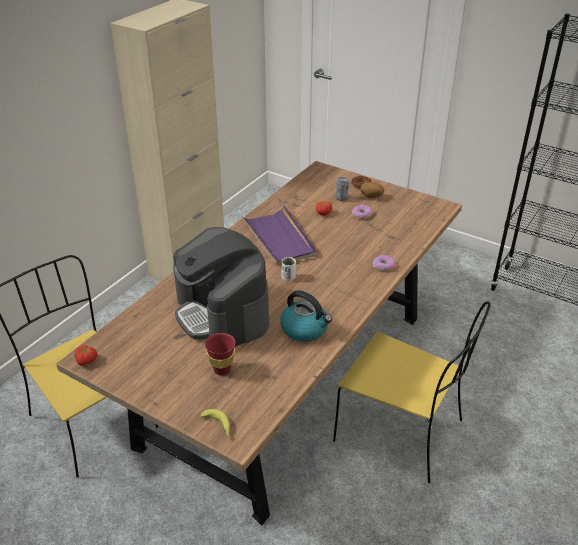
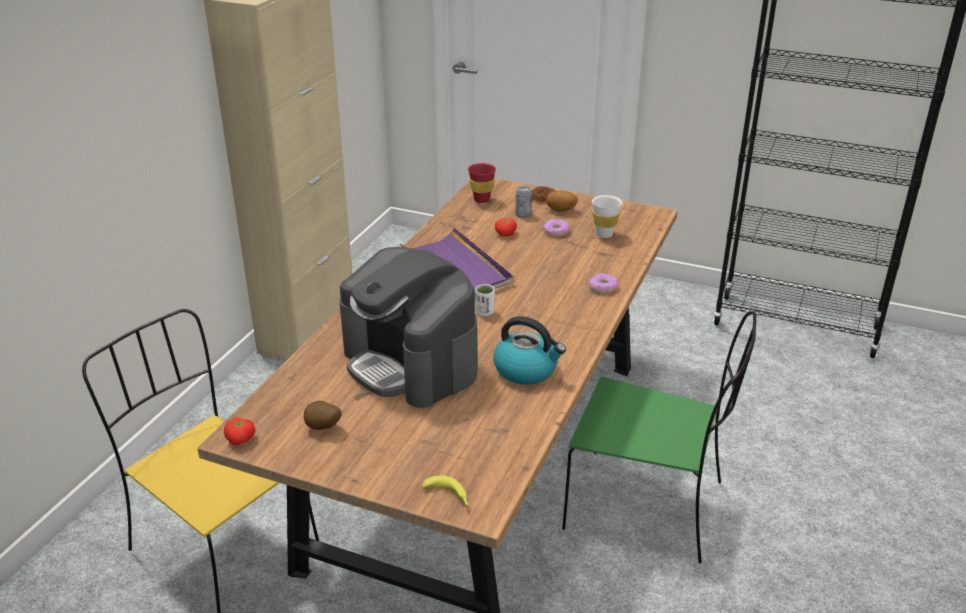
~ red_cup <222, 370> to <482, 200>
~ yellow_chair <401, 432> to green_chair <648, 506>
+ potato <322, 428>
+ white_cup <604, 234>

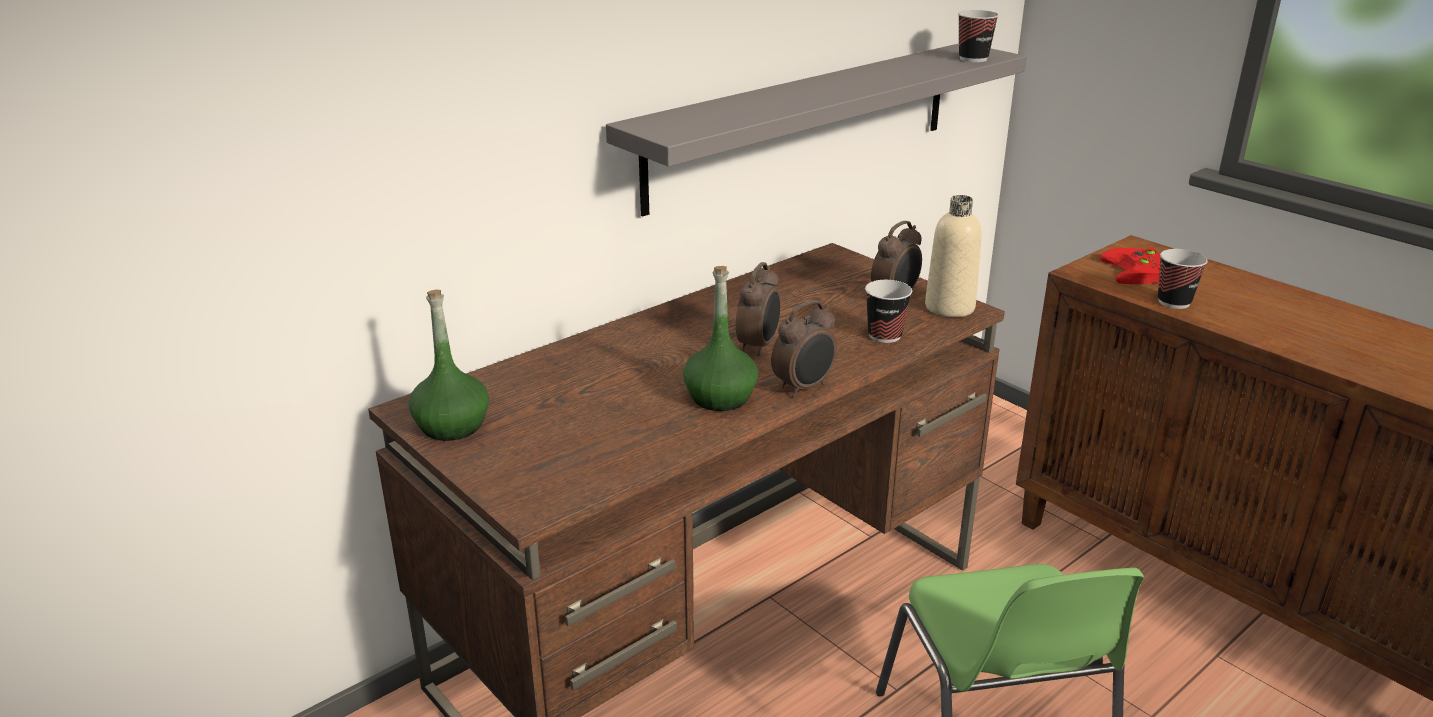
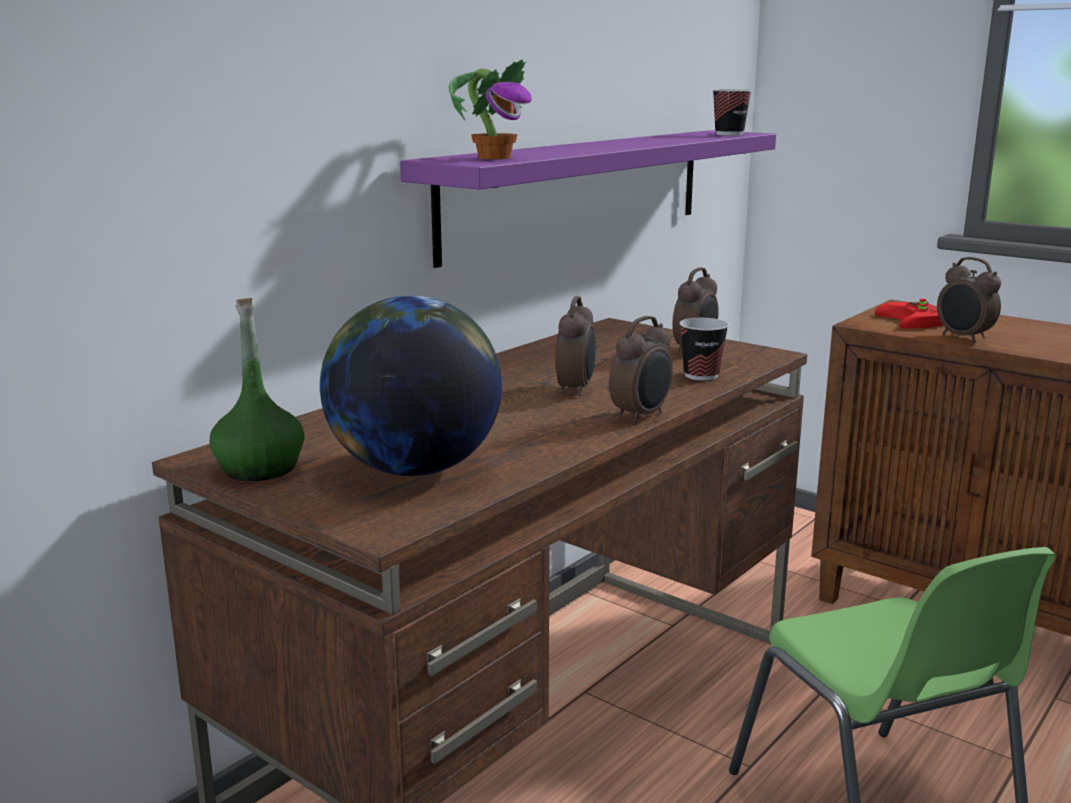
~ grey_shelf <805, 123> to purple_shelf <580, 190>
- green_bottle <720, 397>
- beige_bottle <949, 307>
~ cup <1174, 302> to alarm_clock <963, 338>
+ globe <414, 469>
+ potted_plant <494, 157>

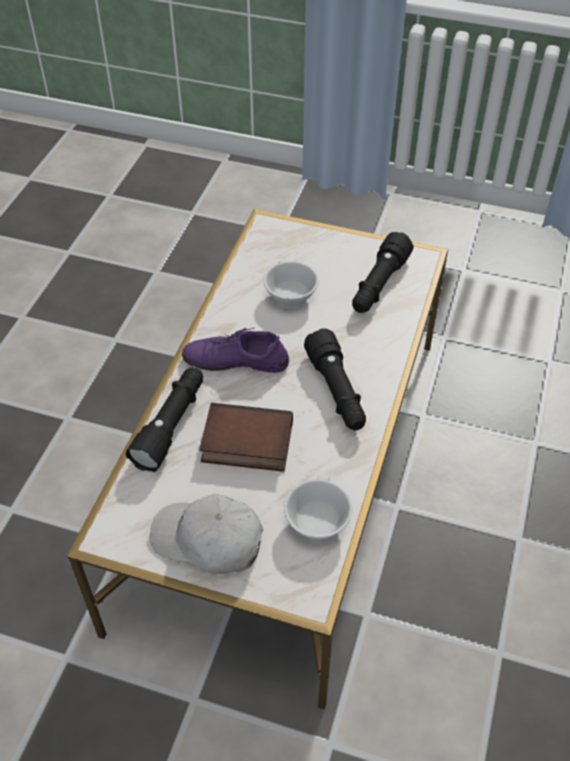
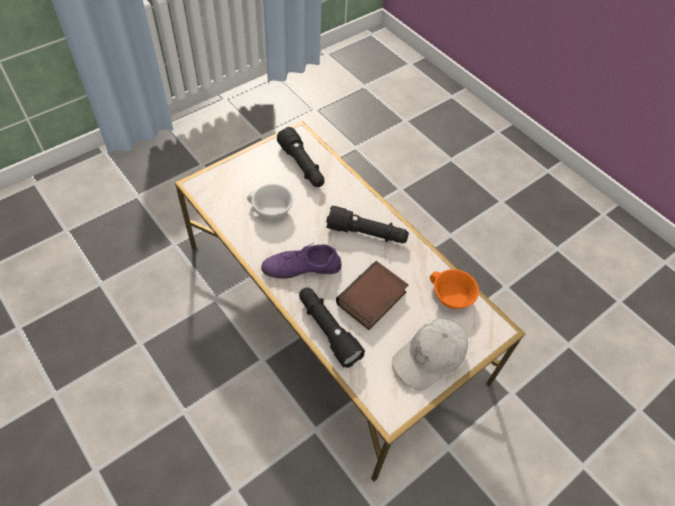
~ purple_shoe <236, 360> = <301, 267> 45 degrees clockwise
~ white_cup <315, 520> to orange_cup <450, 298>

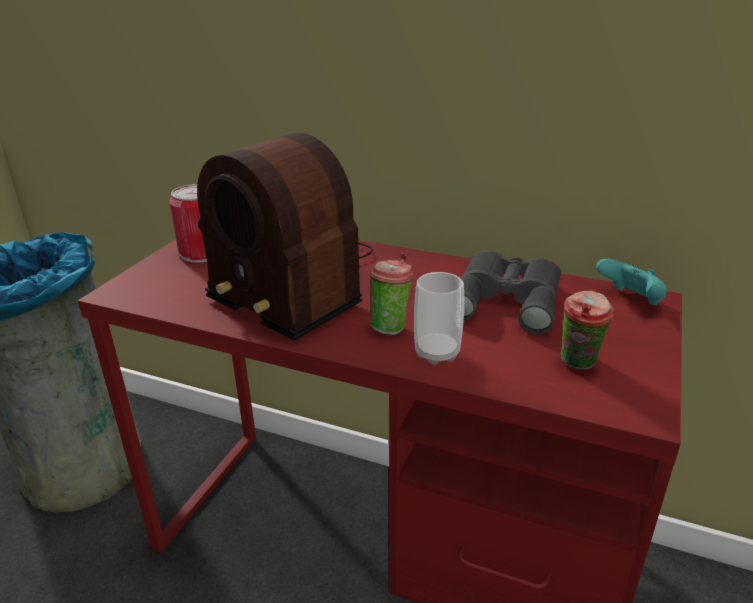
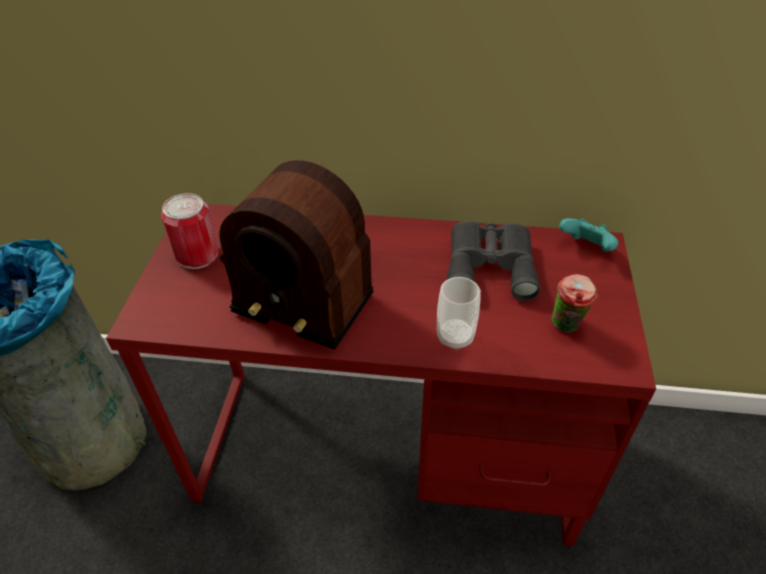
- cup <391, 326>

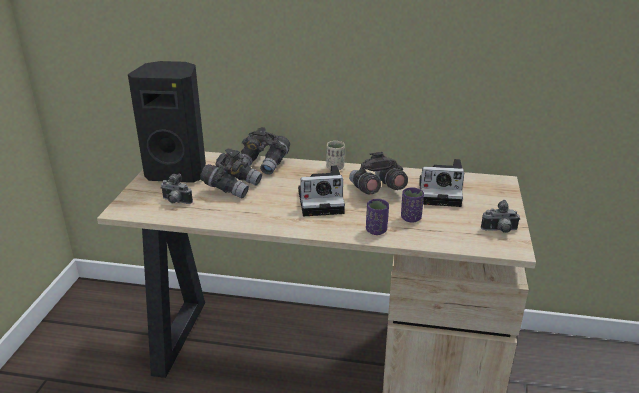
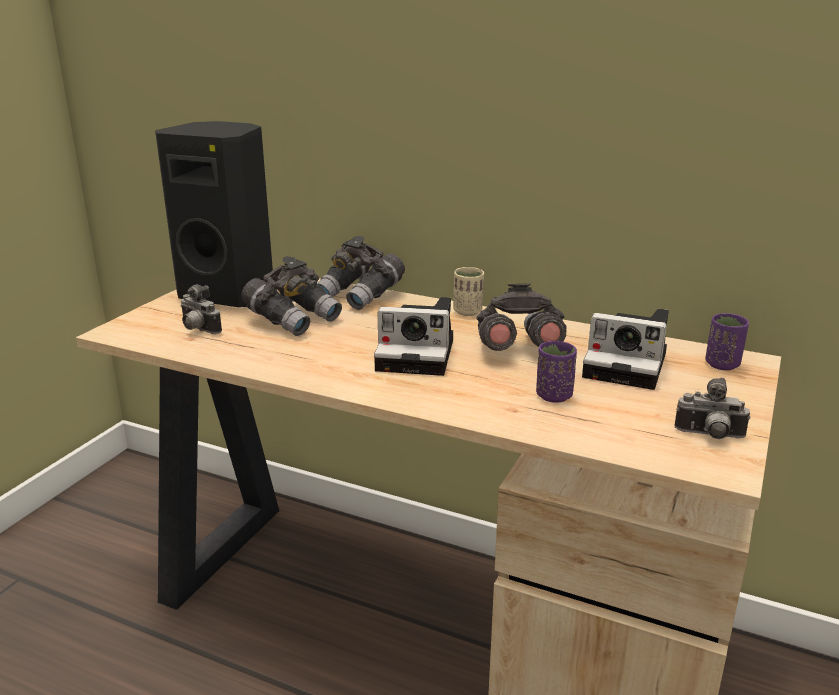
~ purple_cup <376, 230> to <722, 364>

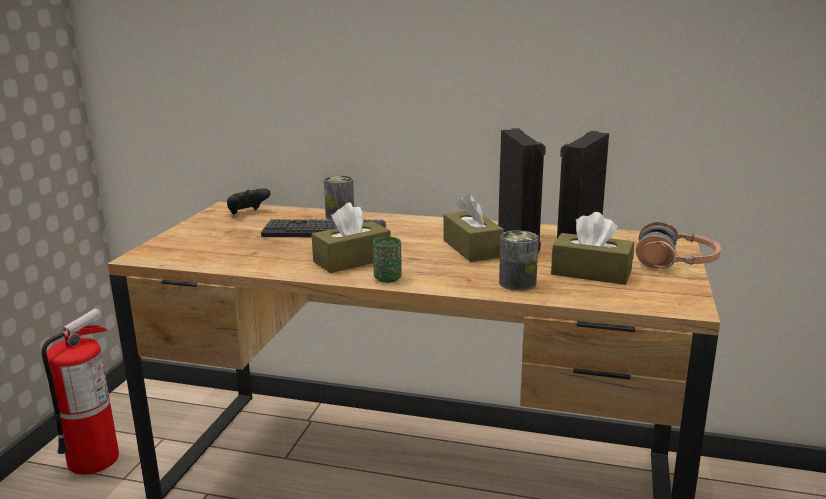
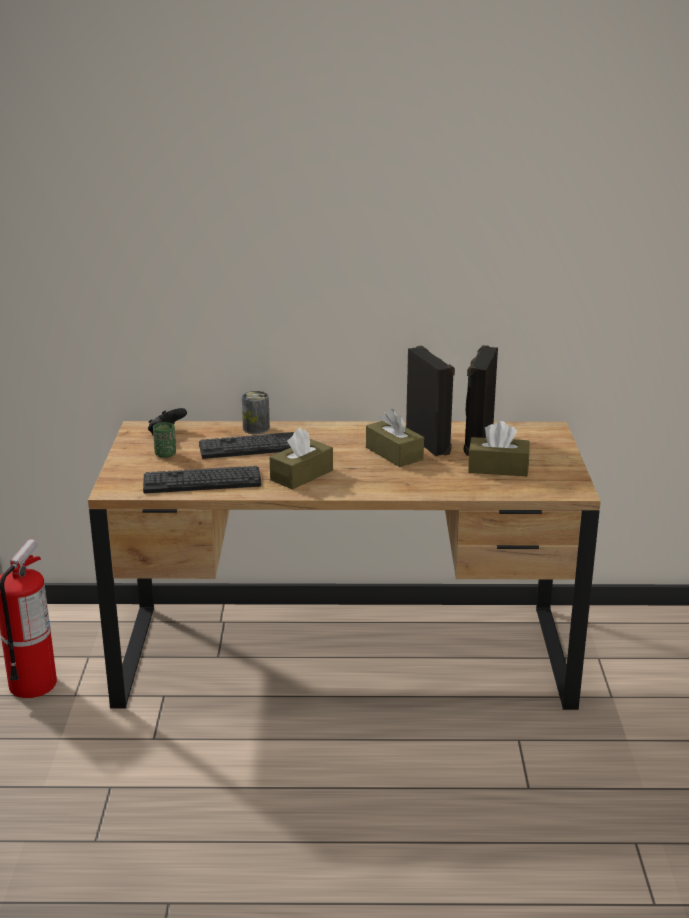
~ green_cup <387, 278> to <165, 454>
- can <517, 283>
- headphones <676, 263>
+ keyboard <202, 481>

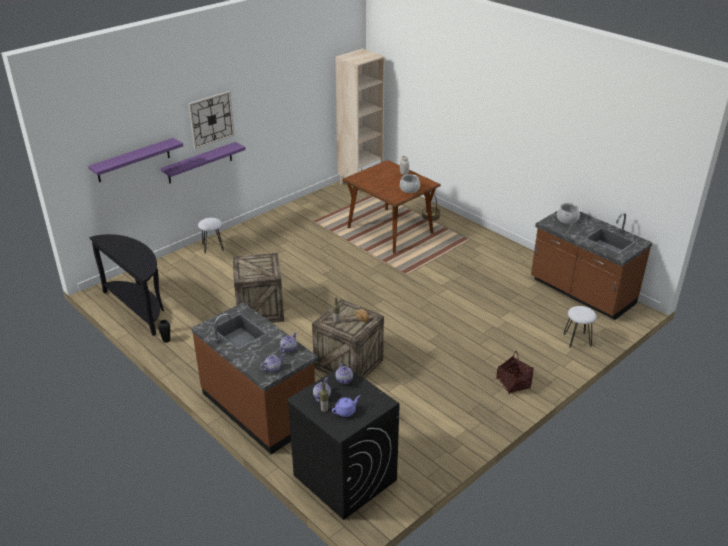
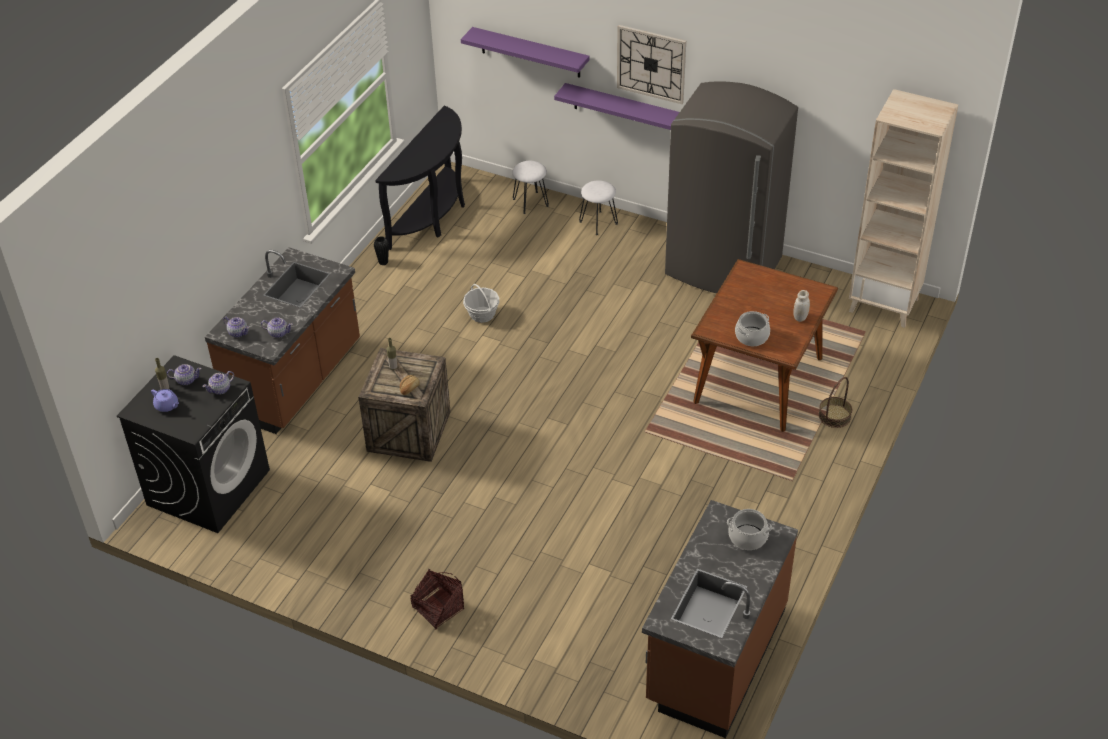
~ crate <259, 309> to basket <482, 314>
~ white_stool <577, 340> to <530, 202>
+ grey_fridge <723, 268>

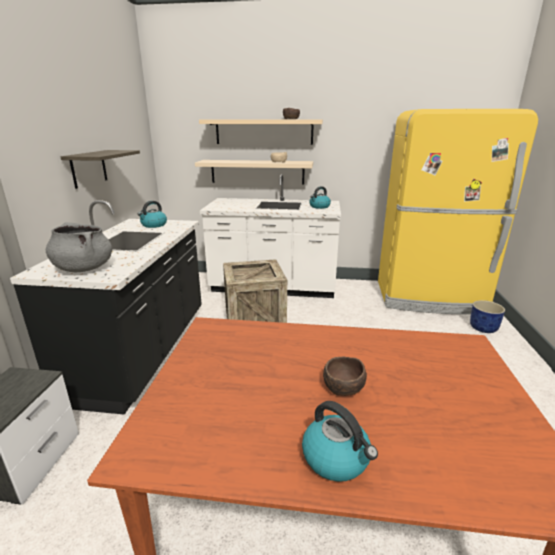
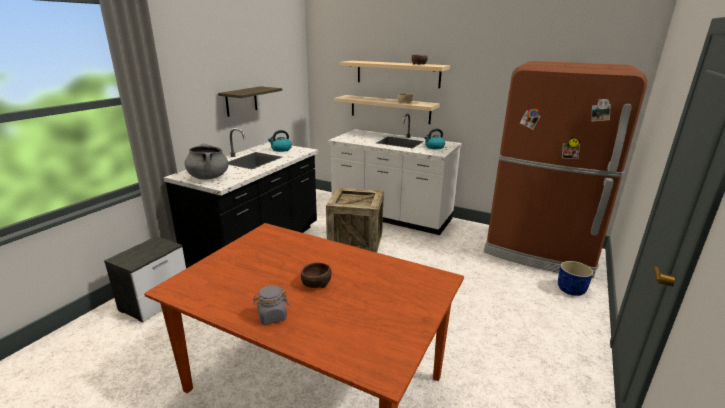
~ kettle <337, 458> to grey_jar <272, 316>
~ yellow_fridge <430, 297> to brown_fridge <539, 251>

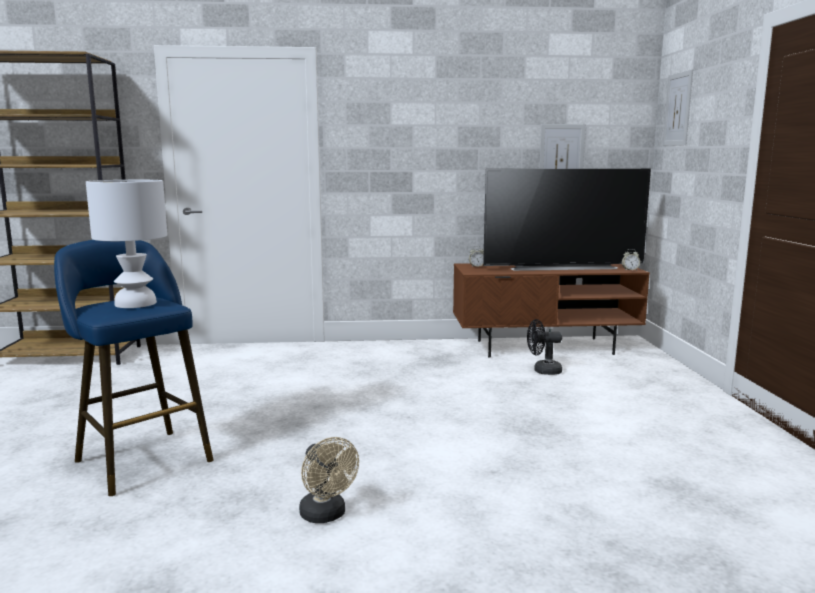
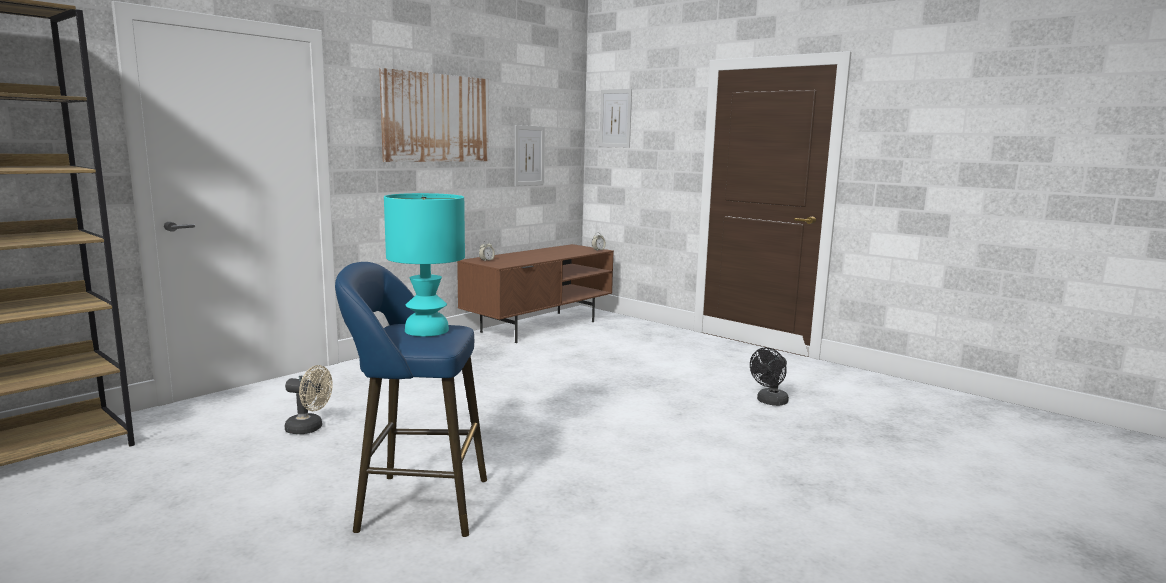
~ white_table_lamp <136, 303> to turquoise_table_lamp <428, 330>
~ beige_fan <326, 515> to <309, 428>
- television <561, 267>
~ black_fan <543, 371> to <769, 402>
+ picture <436, 118>

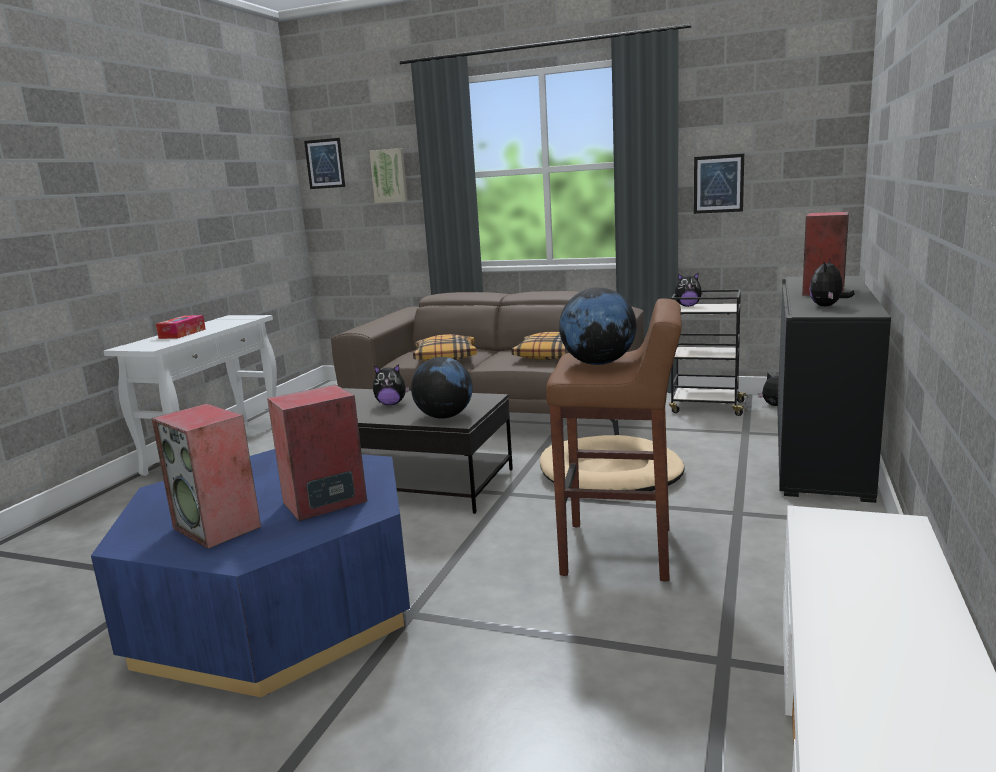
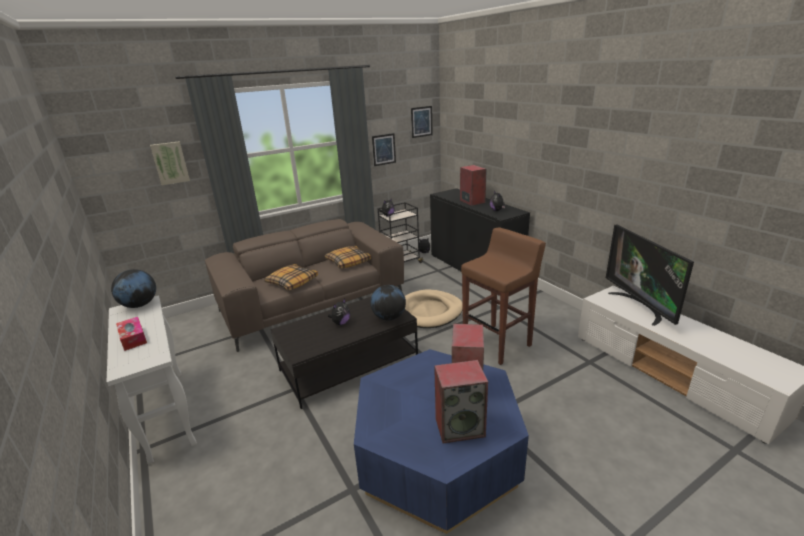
~ picture <325, 163> to <421, 121>
~ globe <598, 363> to <140, 305>
+ television <640, 306>

